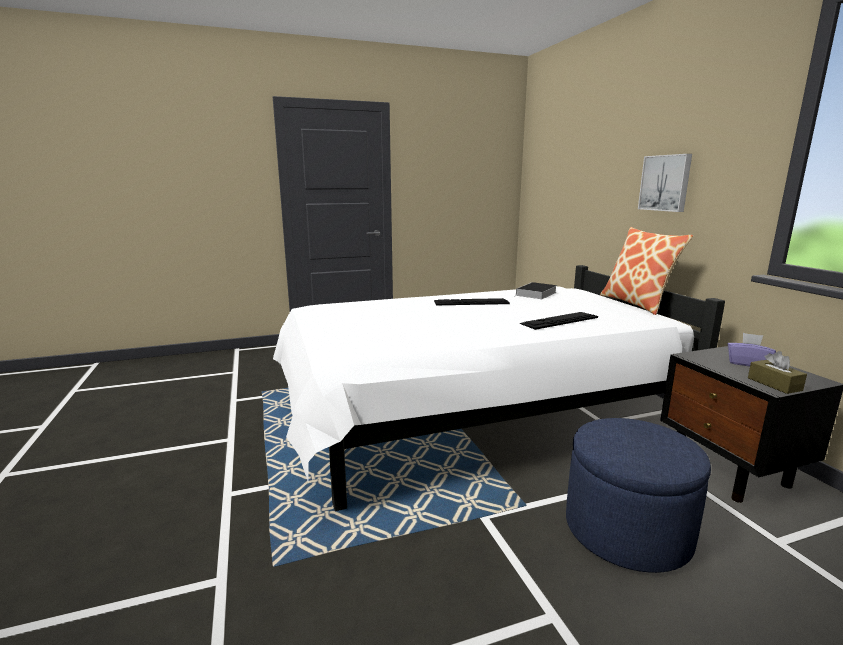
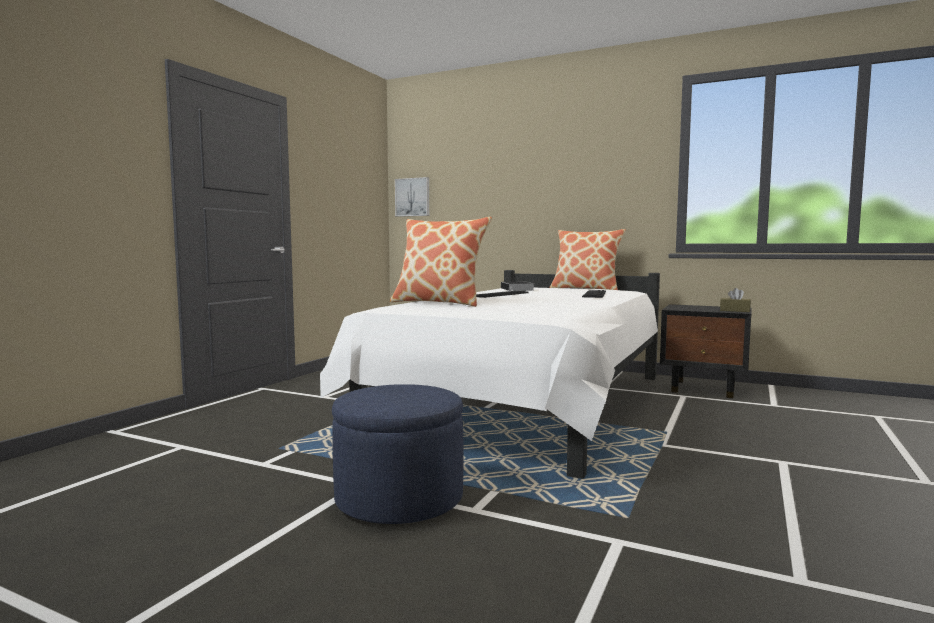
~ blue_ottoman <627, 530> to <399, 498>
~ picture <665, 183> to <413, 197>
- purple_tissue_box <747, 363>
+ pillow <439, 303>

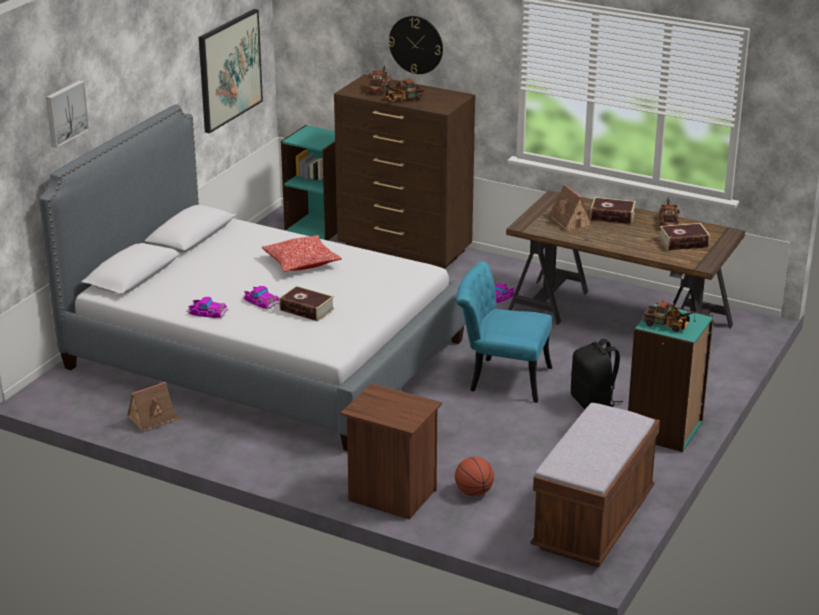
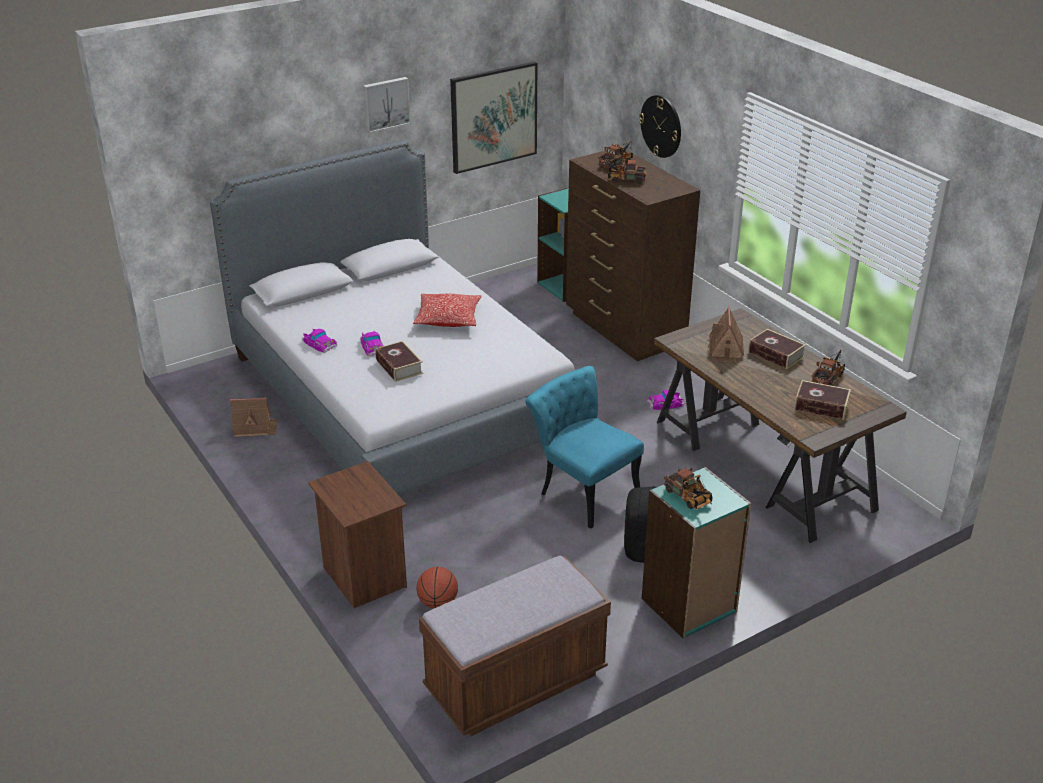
~ picture <65, 113> to <386, 104>

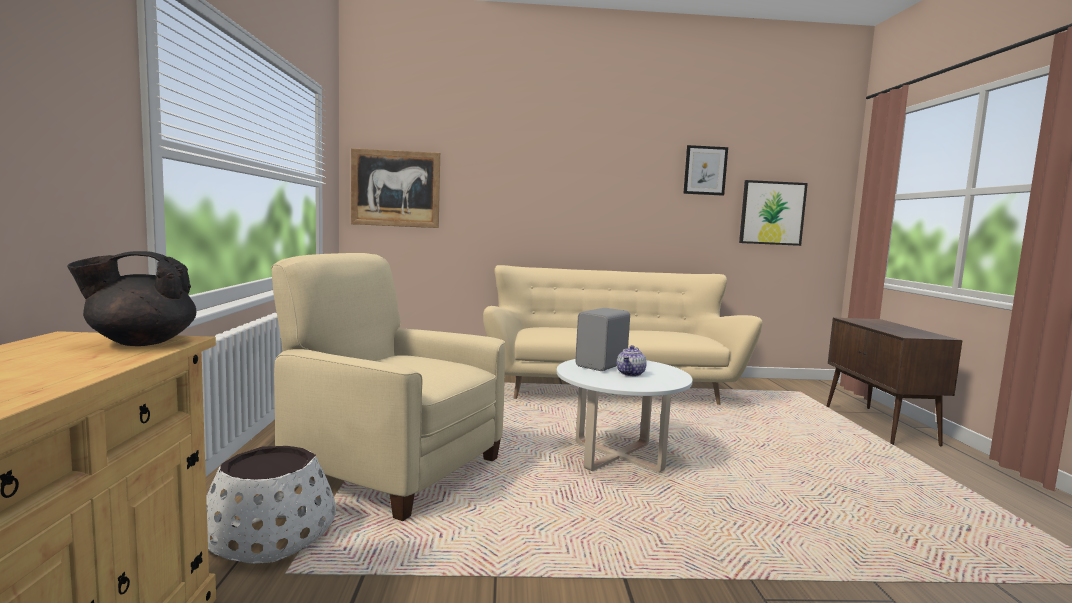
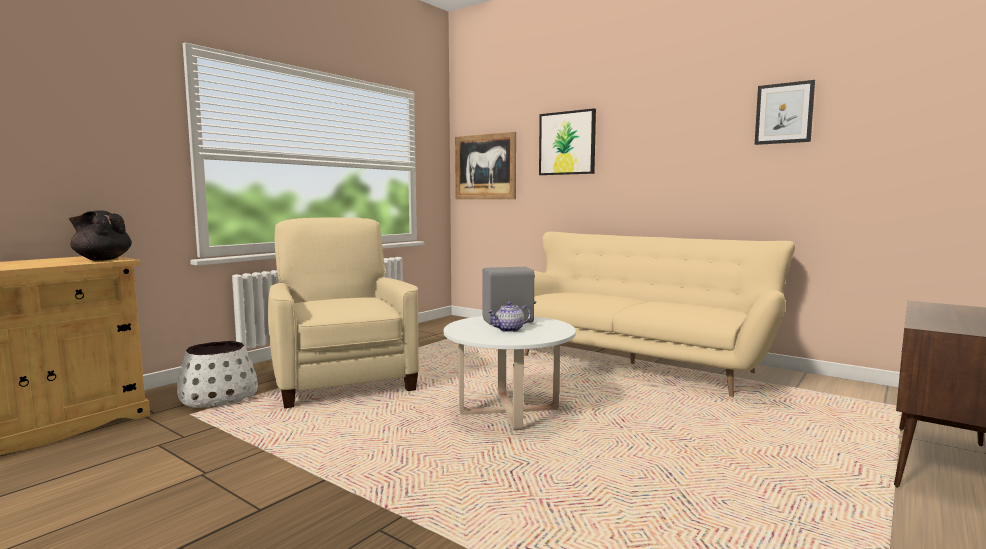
~ picture <772, 213> to <567, 143>

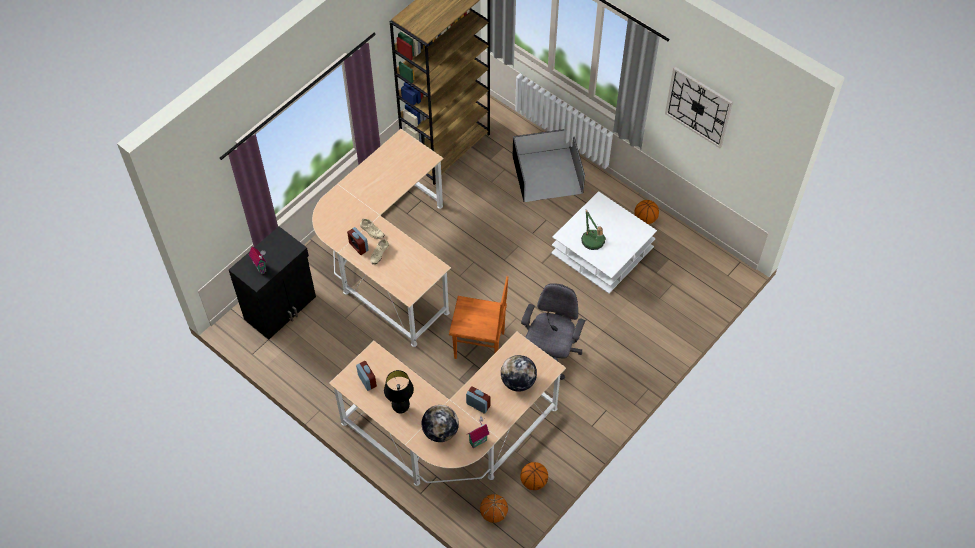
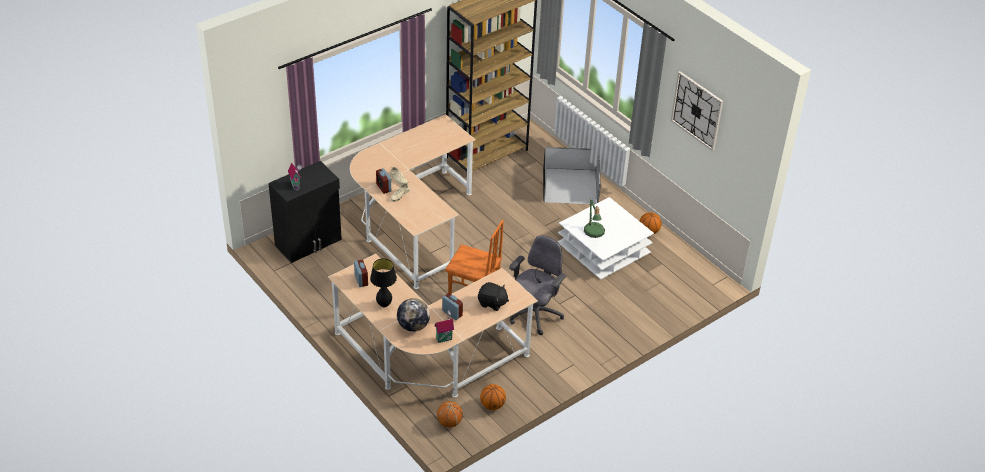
~ globe <518, 381> to black_plush_toy <492, 303>

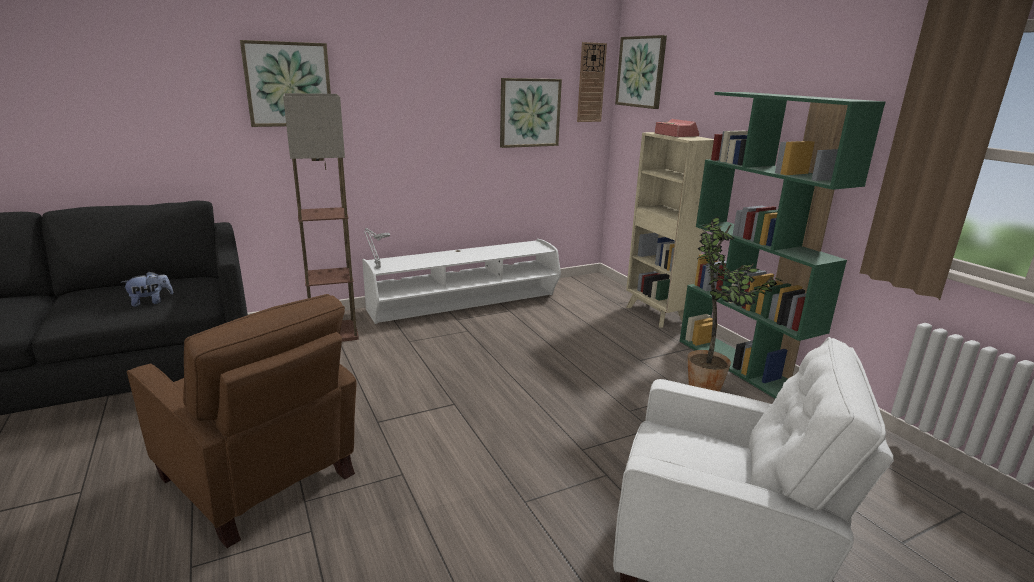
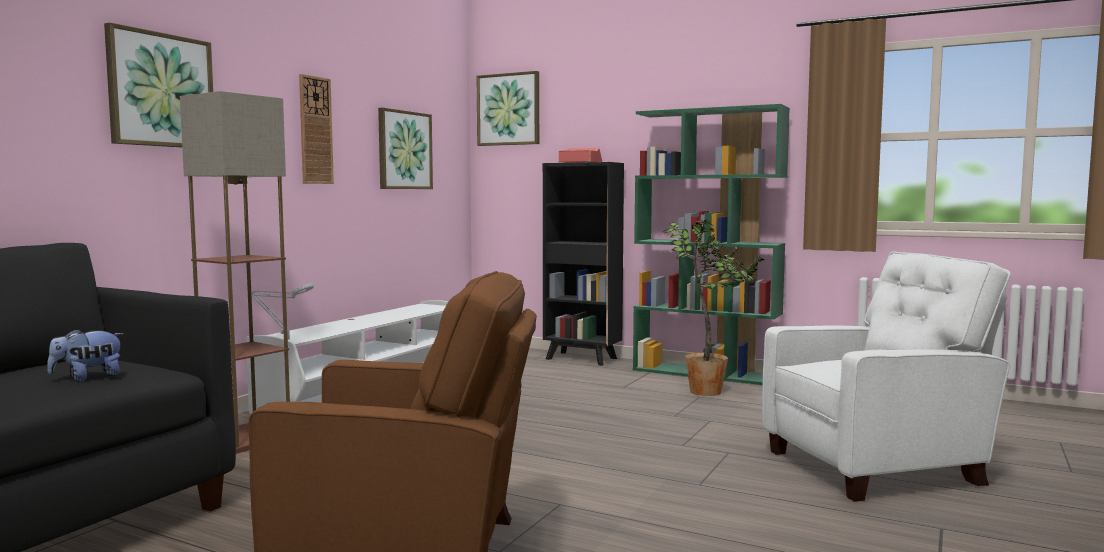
~ plush_toy <151, 302> = <88, 378> 150 degrees counterclockwise
~ wall_clock <591, 83> to <315, 130>
~ beige_bookcase <656, 315> to black_bookcase <582, 359>

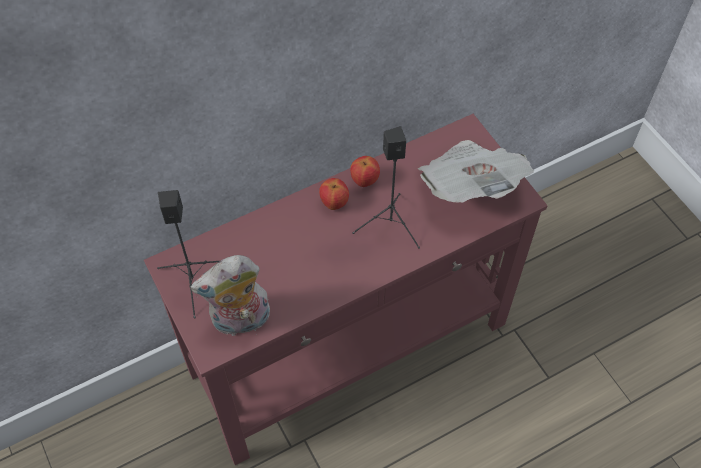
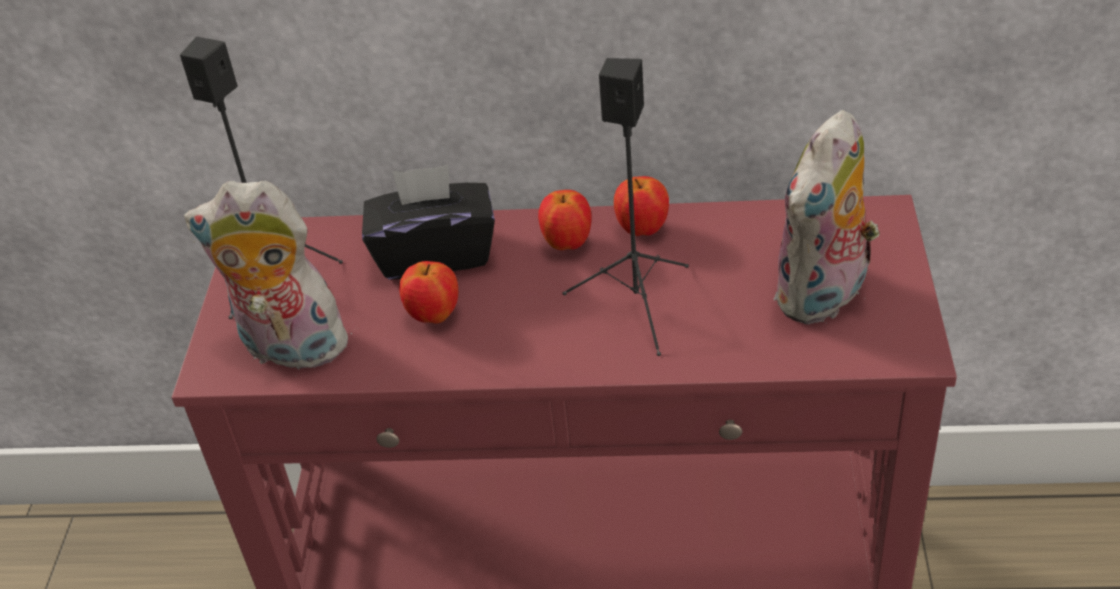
~ newspaper <470, 186> to plush_toy <824, 297>
+ black_tissue_box <435, 253>
+ apple <434, 315>

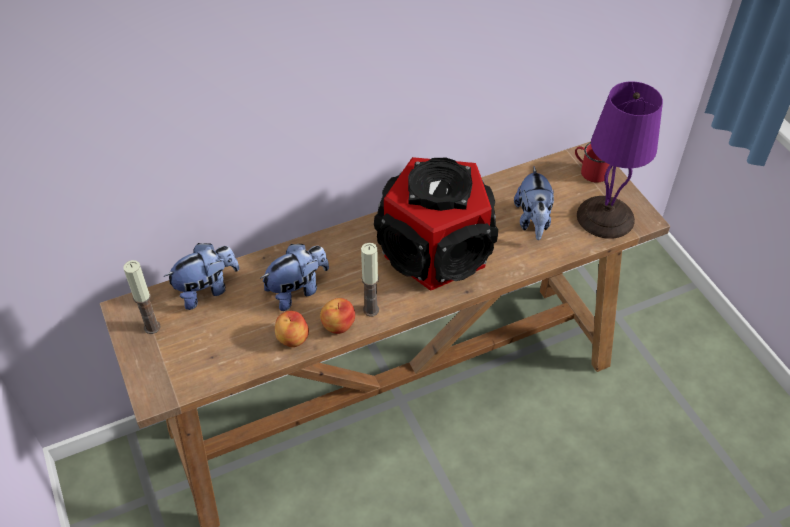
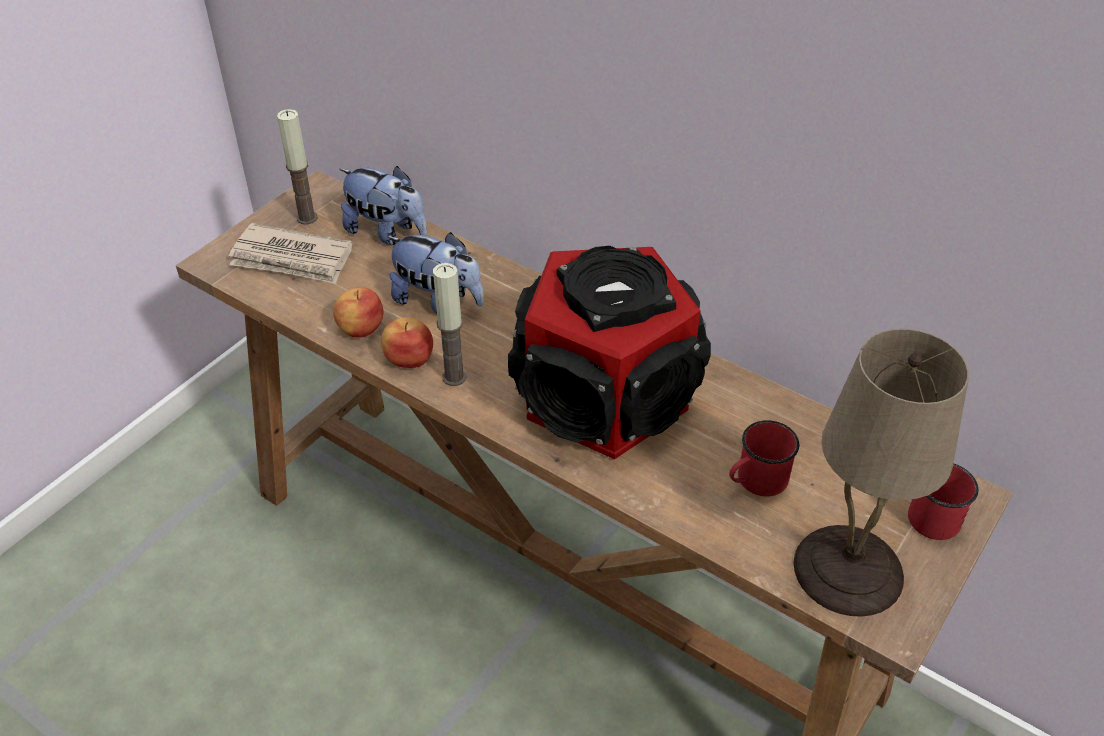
~ plush_toy <533, 221> to red_mug <756, 481>
~ purple_table_lamp <606, 217> to beige_table_lamp <849, 572>
+ newspaper <292, 259>

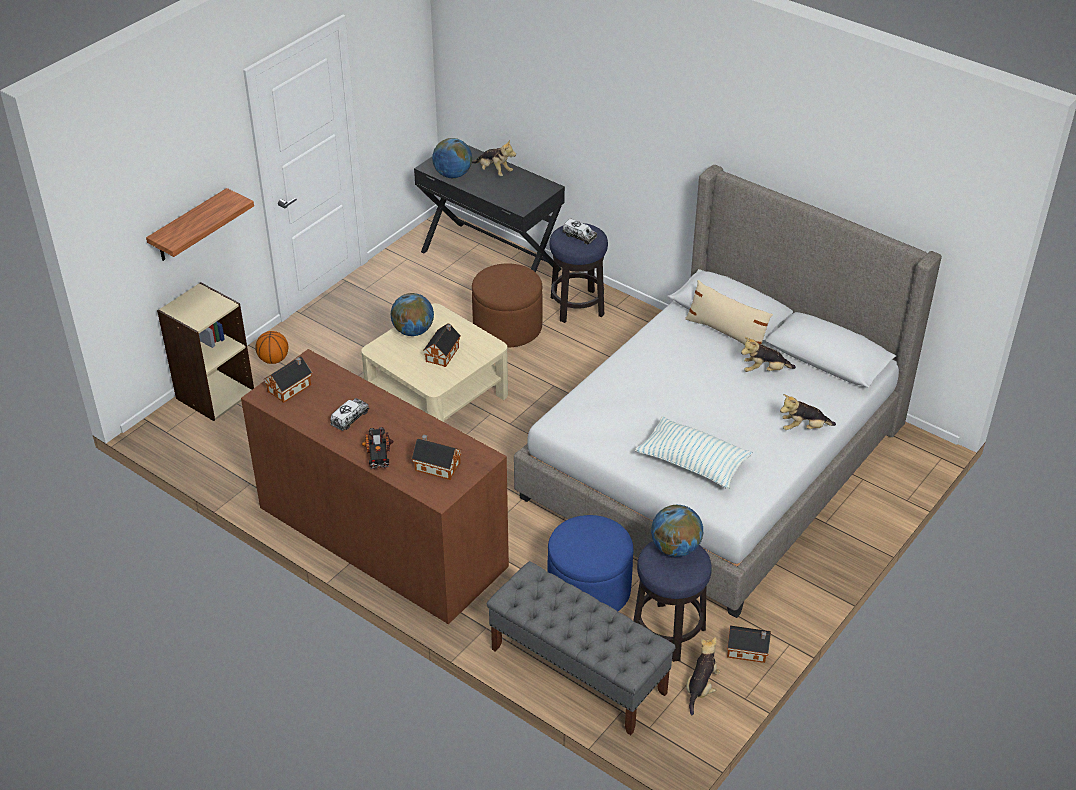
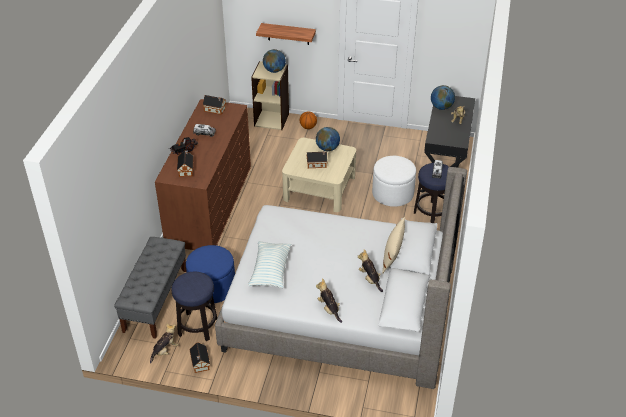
~ brown_ottoman <507, 327> to white_ottoman <392, 194>
~ globe <675, 548> to <274, 70>
~ plush_toy <701, 687> = <165, 351> 45 degrees counterclockwise

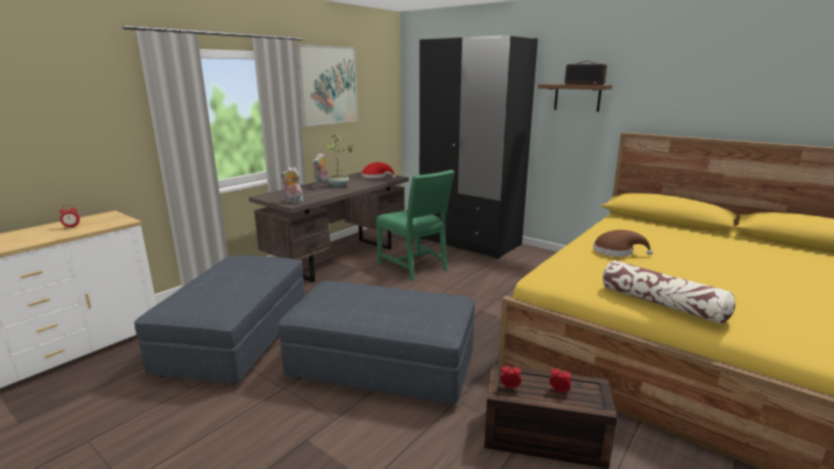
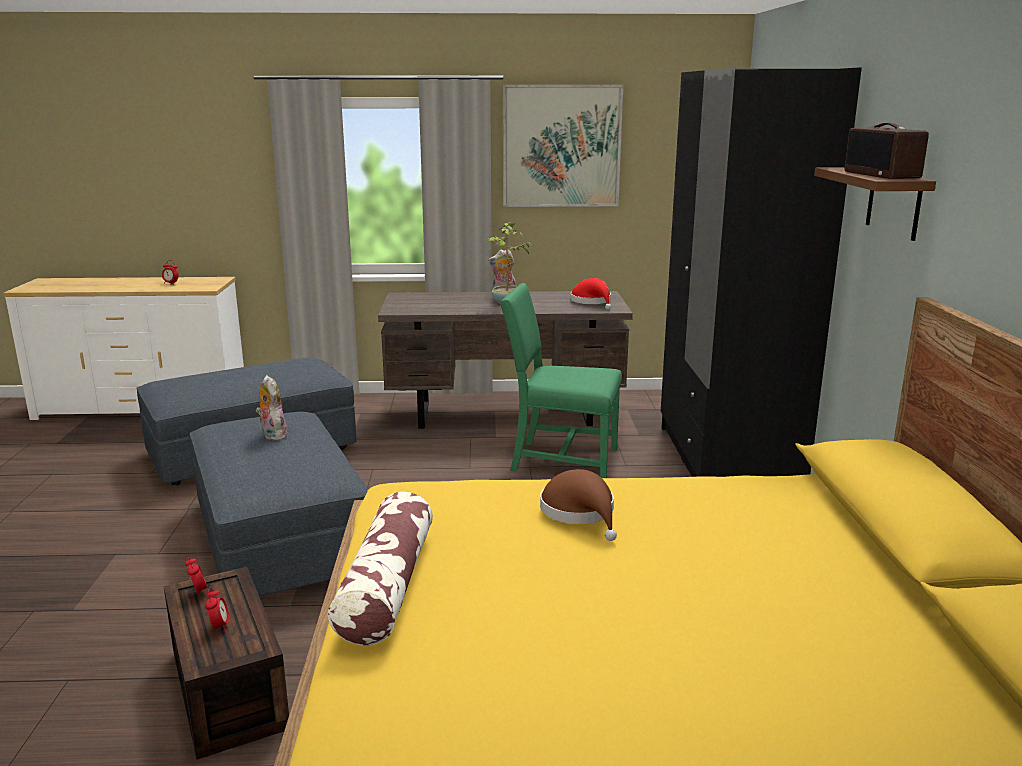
~ plush_toy <293, 201> to <272, 435>
~ green_chair <415, 267> = <561, 460> 90 degrees clockwise

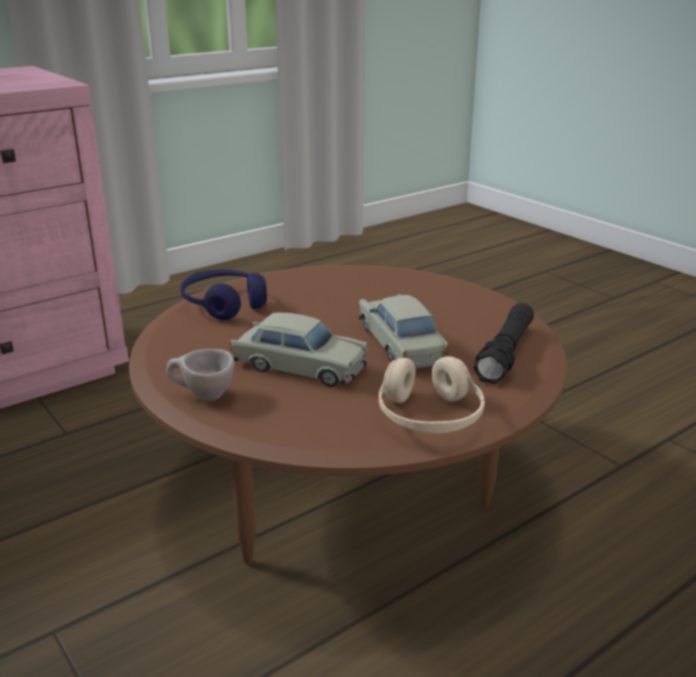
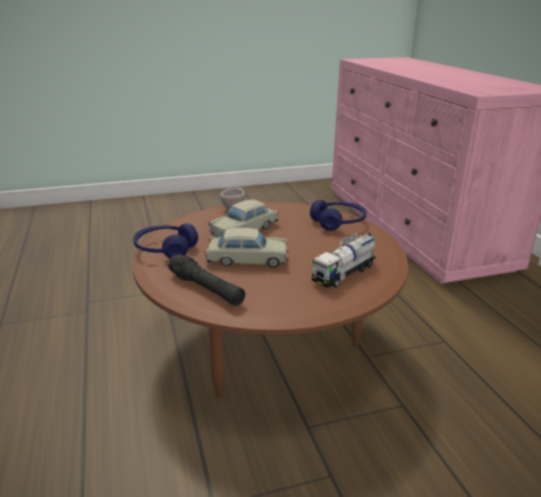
~ beige_headphones <429, 416> to blue_headphones <165, 249>
+ toy_truck <344, 273>

